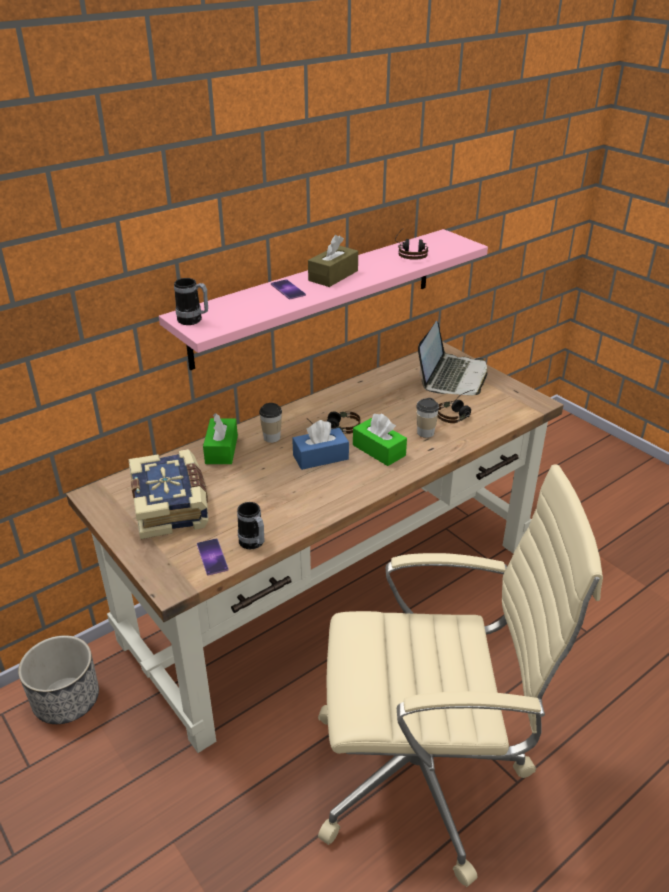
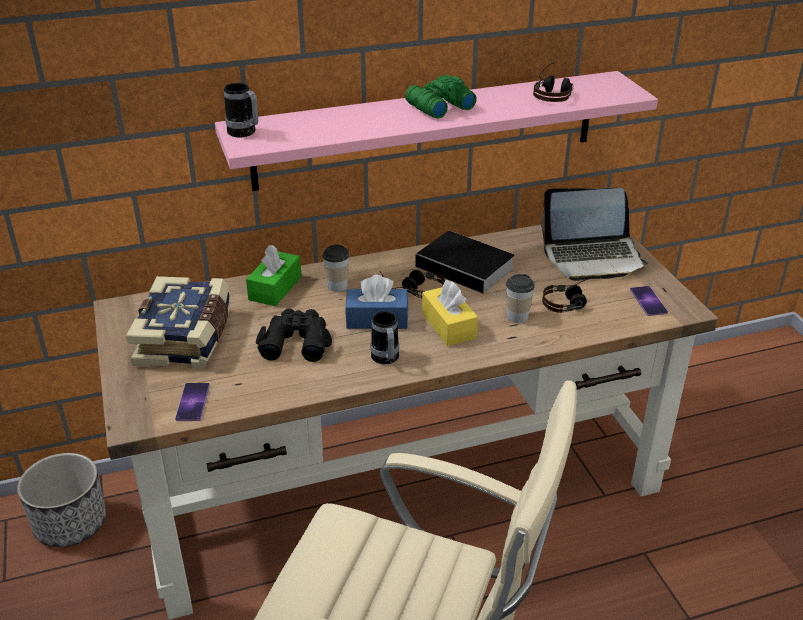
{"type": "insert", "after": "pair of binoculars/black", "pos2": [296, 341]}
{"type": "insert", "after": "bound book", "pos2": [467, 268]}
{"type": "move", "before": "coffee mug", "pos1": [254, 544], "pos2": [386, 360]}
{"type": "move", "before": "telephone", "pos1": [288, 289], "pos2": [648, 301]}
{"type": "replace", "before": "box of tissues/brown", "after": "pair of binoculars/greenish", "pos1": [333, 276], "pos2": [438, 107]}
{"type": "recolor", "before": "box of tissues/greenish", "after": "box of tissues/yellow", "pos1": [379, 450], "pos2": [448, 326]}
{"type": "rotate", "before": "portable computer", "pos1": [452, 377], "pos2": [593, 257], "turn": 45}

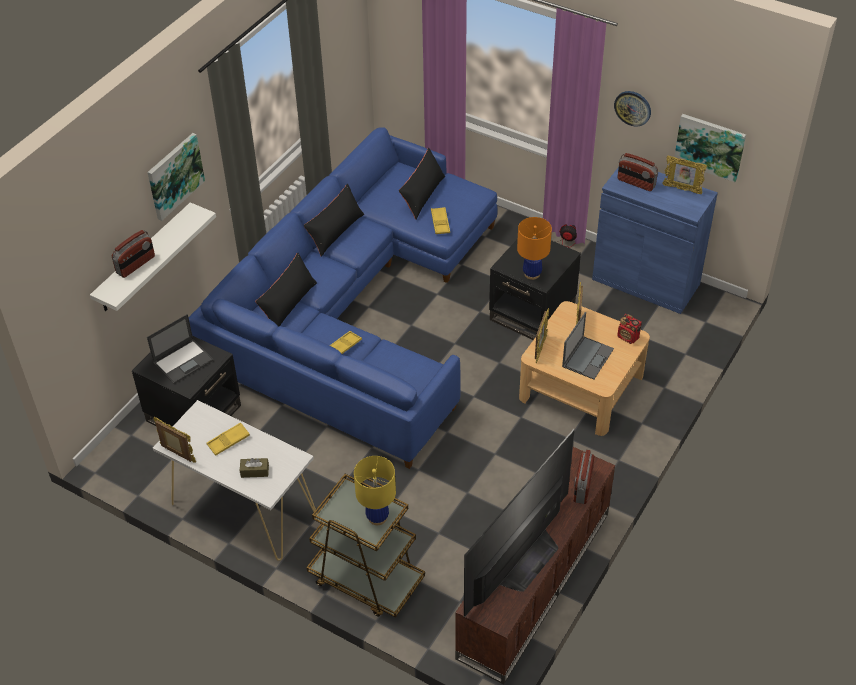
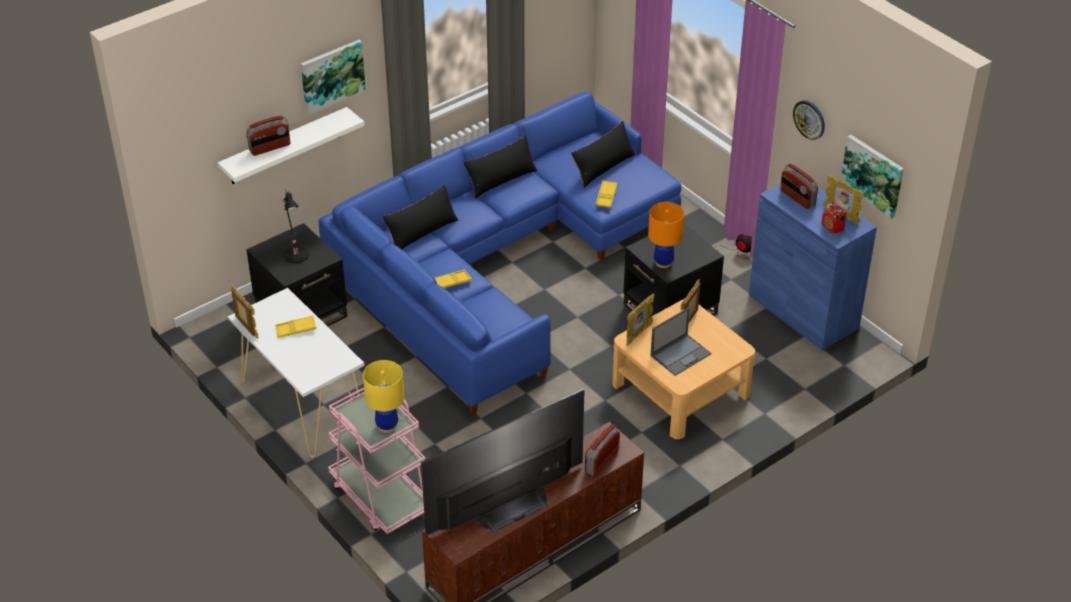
{"type": "delete", "before": "box of tissues/brown", "pos1": [255, 471]}
{"type": "move", "before": "radio receiver", "pos1": [628, 337], "pos2": [832, 228]}
{"type": "replace", "before": "portable computer", "after": "table lamp/black", "pos1": [183, 361], "pos2": [295, 253]}
{"type": "recolor", "before": "trolley/brown", "after": "trolley/pink", "pos1": [366, 579], "pos2": [381, 497]}

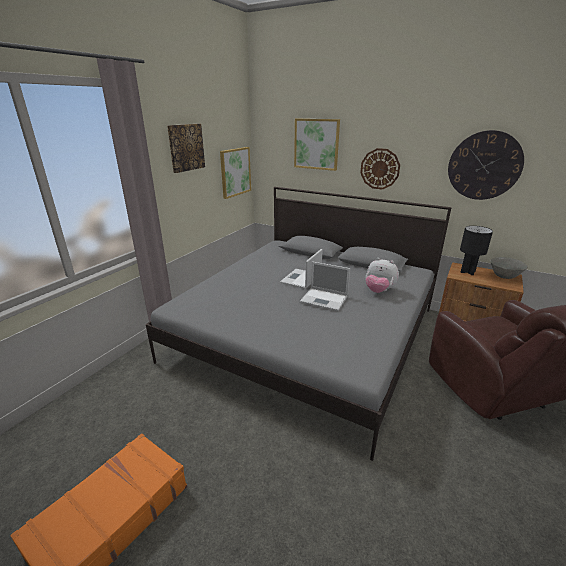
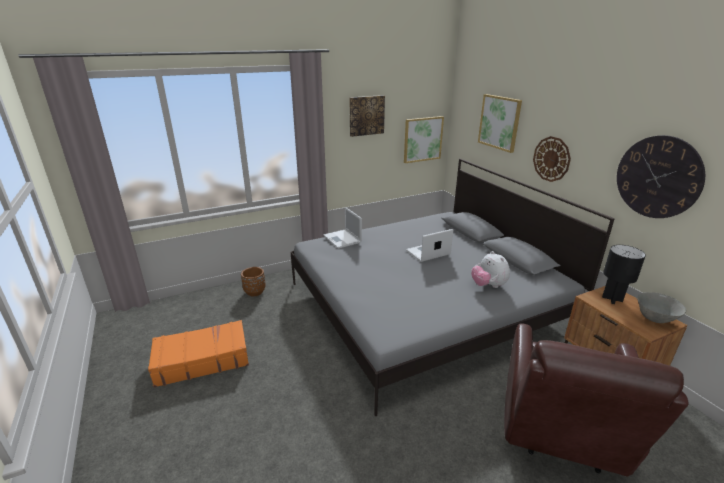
{"type": "insert", "after": "flower pot/brown", "pos2": [255, 292]}
{"type": "move", "before": "portable computer", "pos1": [325, 299], "pos2": [342, 239]}

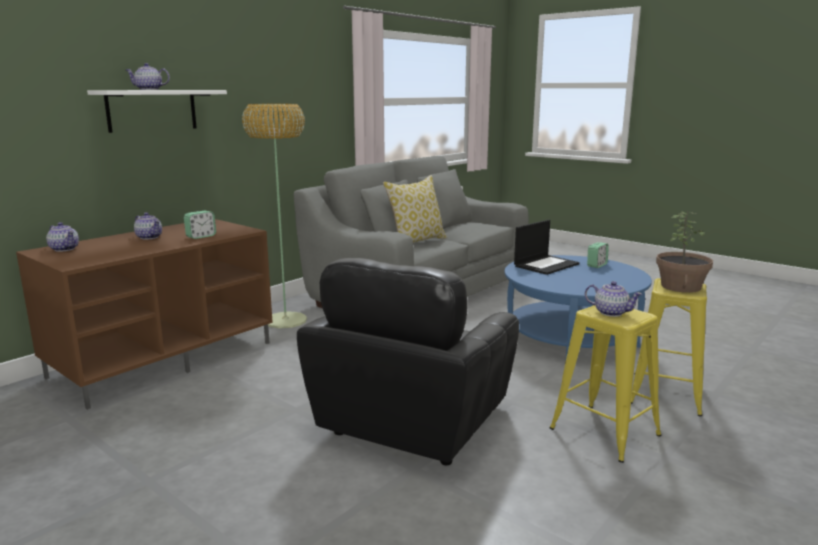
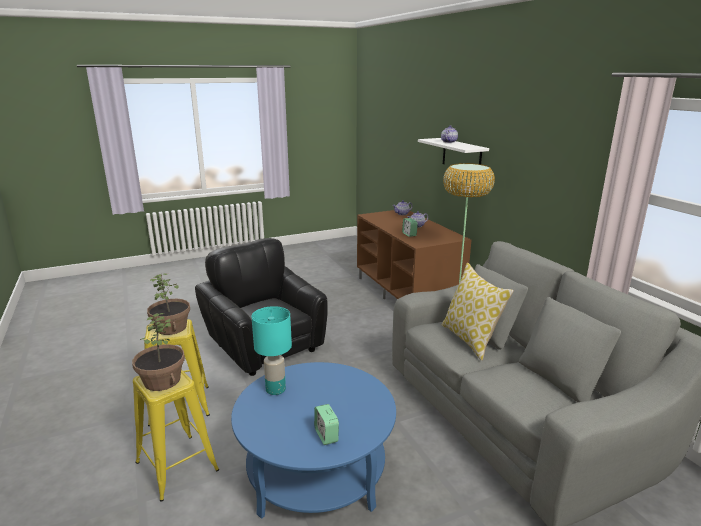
{"type": "delete", "before": "portable computer", "pos1": [546, 265]}
{"type": "insert", "after": "table lamp/turquoise", "pos2": [276, 389]}
{"type": "replace", "before": "pot for tea", "after": "potted plant", "pos1": [610, 312], "pos2": [172, 327]}

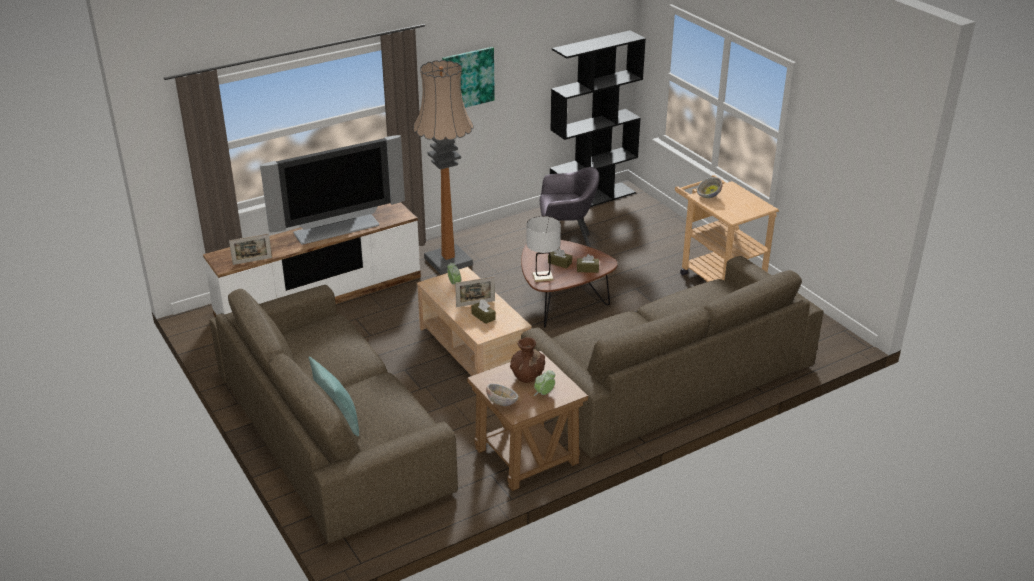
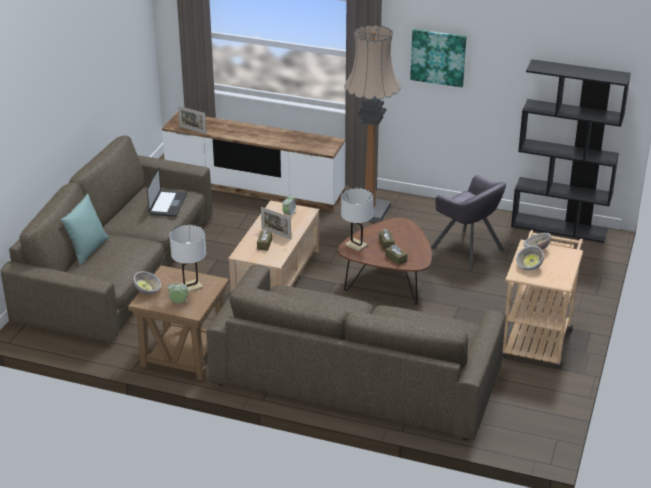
{"type": "delete", "before": "TV set", "pos1": [337, 229]}
{"type": "insert", "after": "portable computer", "pos2": [168, 204]}
{"type": "insert", "after": "bowl", "pos2": [529, 267]}
{"type": "replace", "before": "flower vase/brown", "after": "table lamp/whitish", "pos1": [527, 376], "pos2": [191, 287]}

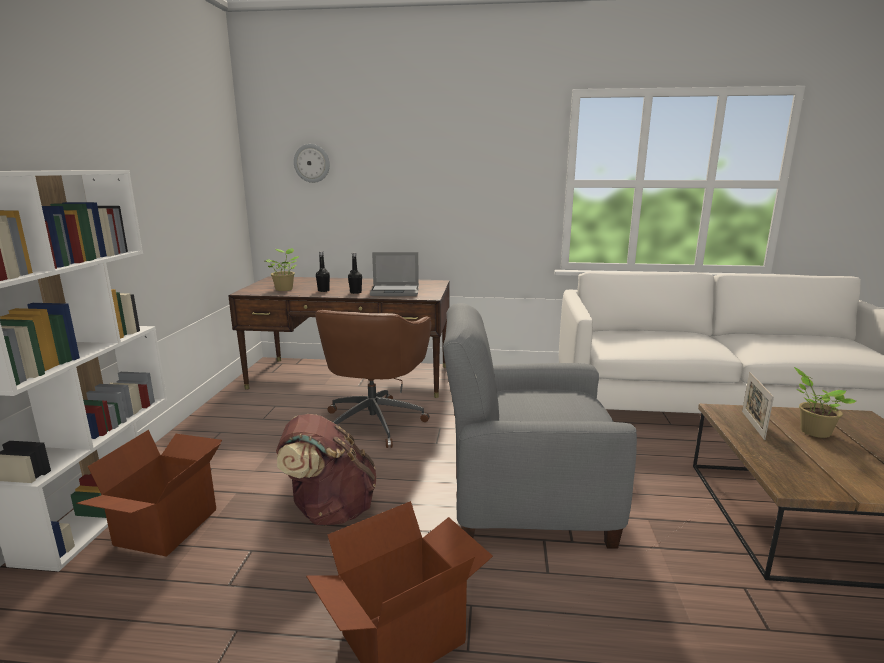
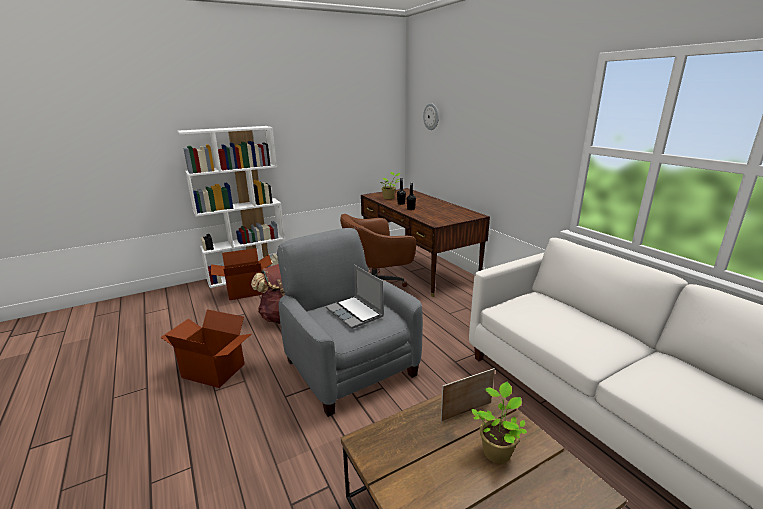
{"type": "move", "before": "portable computer", "pos1": [395, 292], "pos2": [355, 313]}

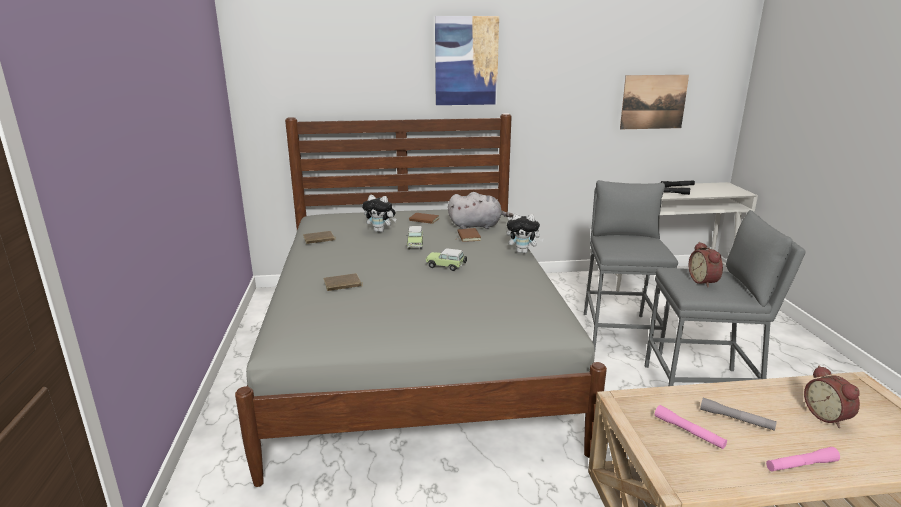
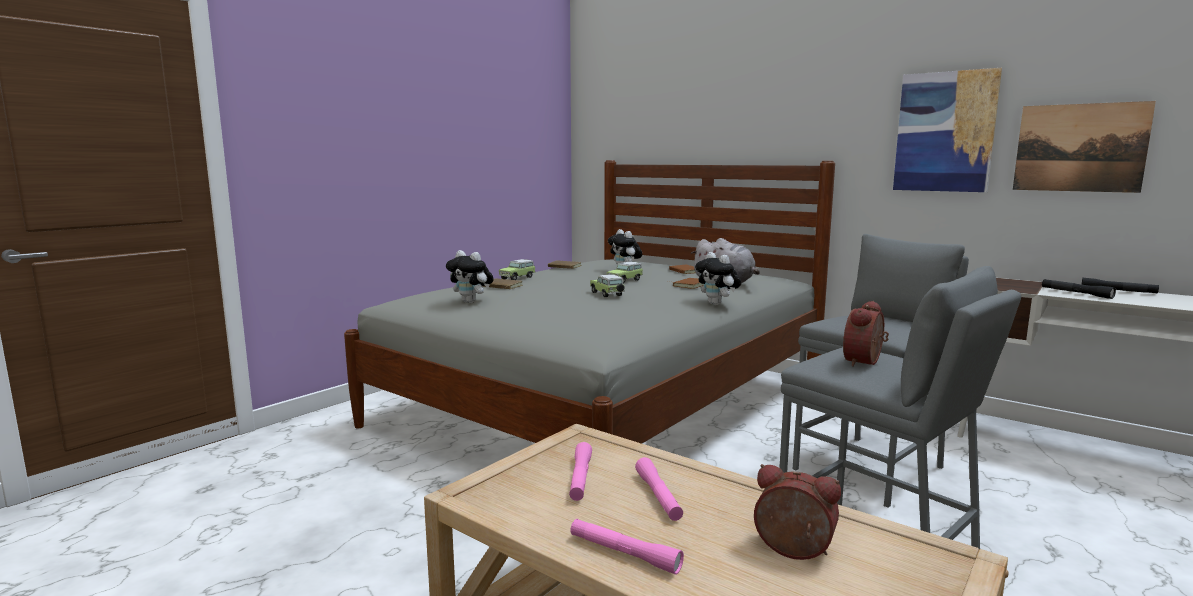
{"type": "insert", "after": "soft toy", "pos2": [471, 302]}
{"type": "insert", "after": "model car", "pos2": [518, 278]}
{"type": "move", "before": "wall art", "pos1": [466, 61], "pos2": [945, 132]}
{"type": "recolor", "before": "hand torch/greyish", "after": "hand torch/pink", "pos1": [736, 419], "pos2": [658, 496]}
{"type": "rotate", "before": "bedside clock", "pos1": [828, 416], "pos2": [792, 551], "turn": 90}

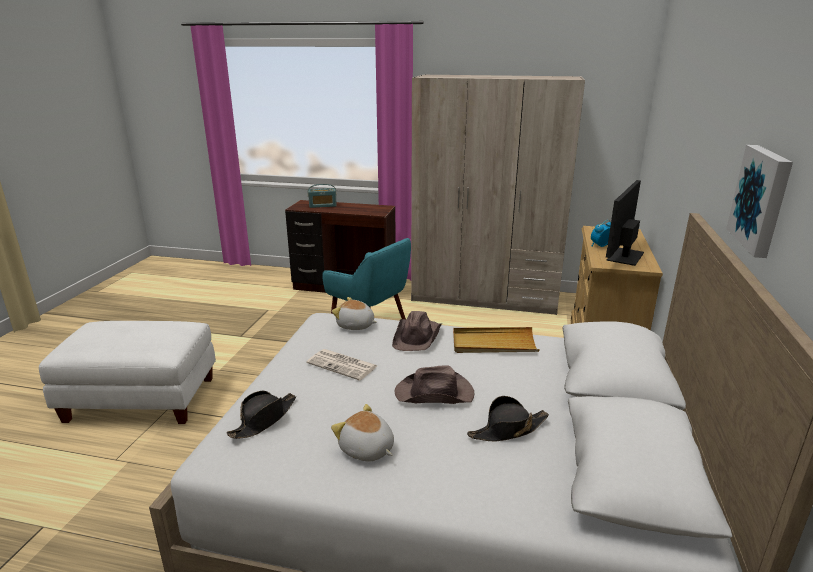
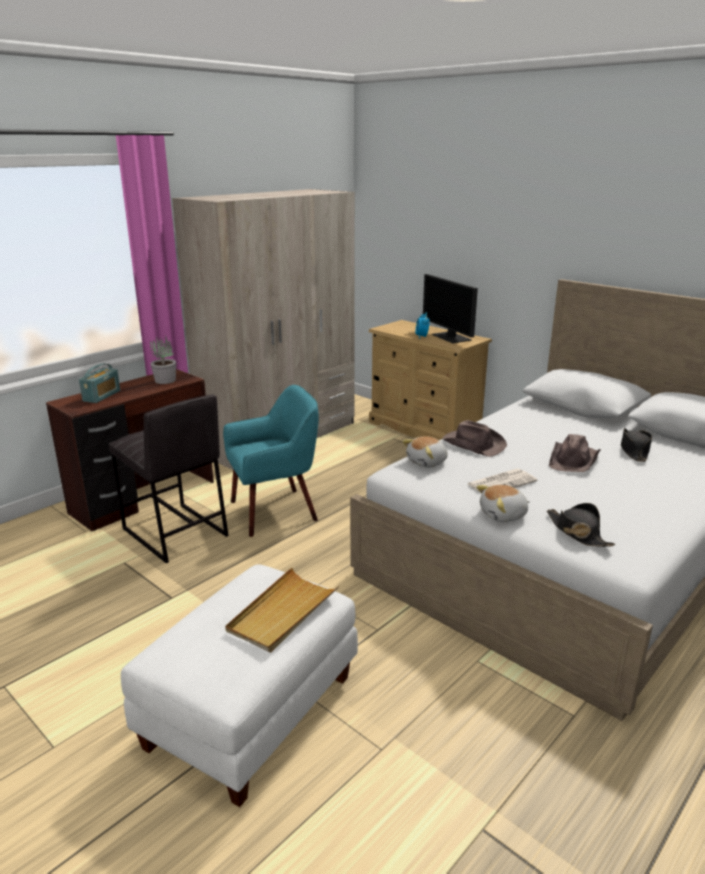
{"type": "delete", "before": "wall art", "pos1": [762, 199]}
{"type": "insert", "after": "stool/greyish", "pos2": [174, 533]}
{"type": "insert", "after": "potted plant", "pos2": [165, 380]}
{"type": "move", "before": "soft toy", "pos1": [366, 450], "pos2": [503, 515]}
{"type": "move", "before": "carrying tray/beige", "pos1": [493, 343], "pos2": [282, 612]}

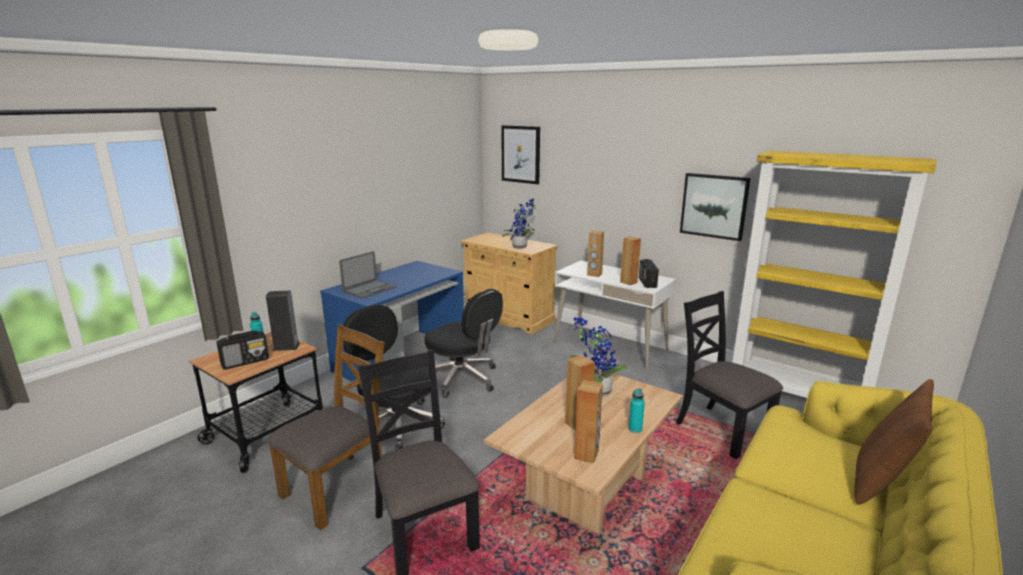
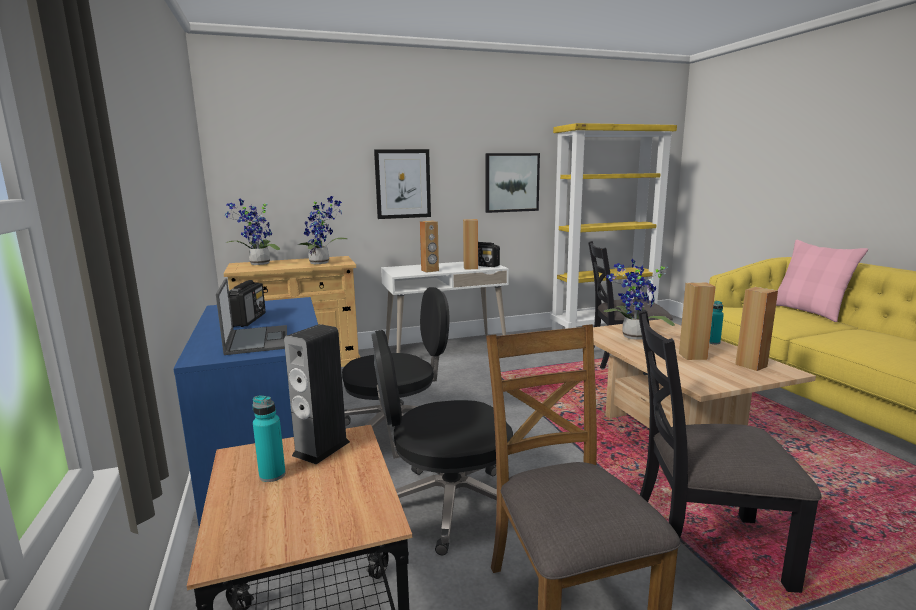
{"type": "insert", "after": "potted plant", "pos2": [258, 264]}
{"type": "move", "before": "radio receiver", "pos1": [246, 362], "pos2": [247, 320]}
{"type": "move", "before": "wall art", "pos1": [521, 154], "pos2": [402, 184]}
{"type": "recolor", "before": "pillow/brown", "after": "pillow/pink", "pos1": [881, 481], "pos2": [808, 312]}

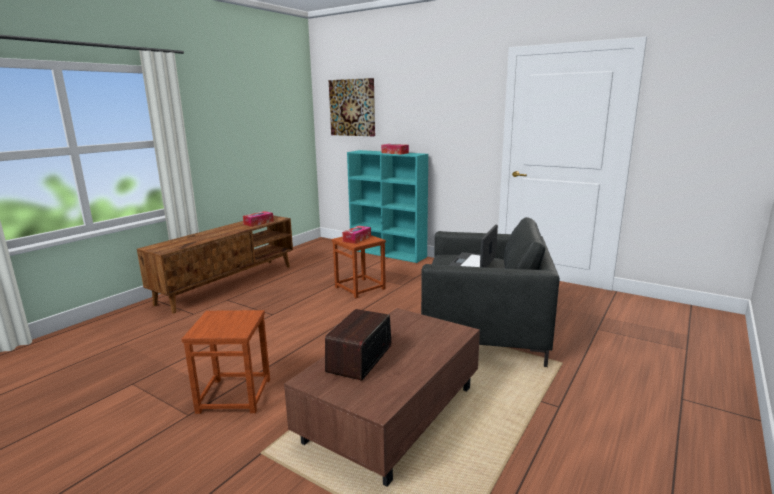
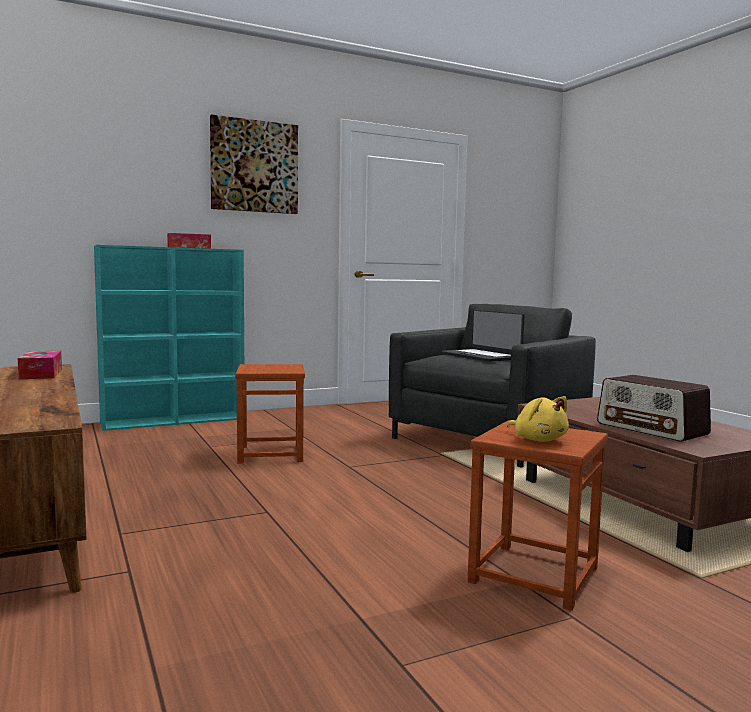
{"type": "delete", "before": "box of tissues", "pos1": [357, 239]}
{"type": "insert", "after": "soft toy/yellow", "pos2": [538, 439]}
{"type": "move", "before": "wall art", "pos1": [352, 107], "pos2": [254, 166]}

